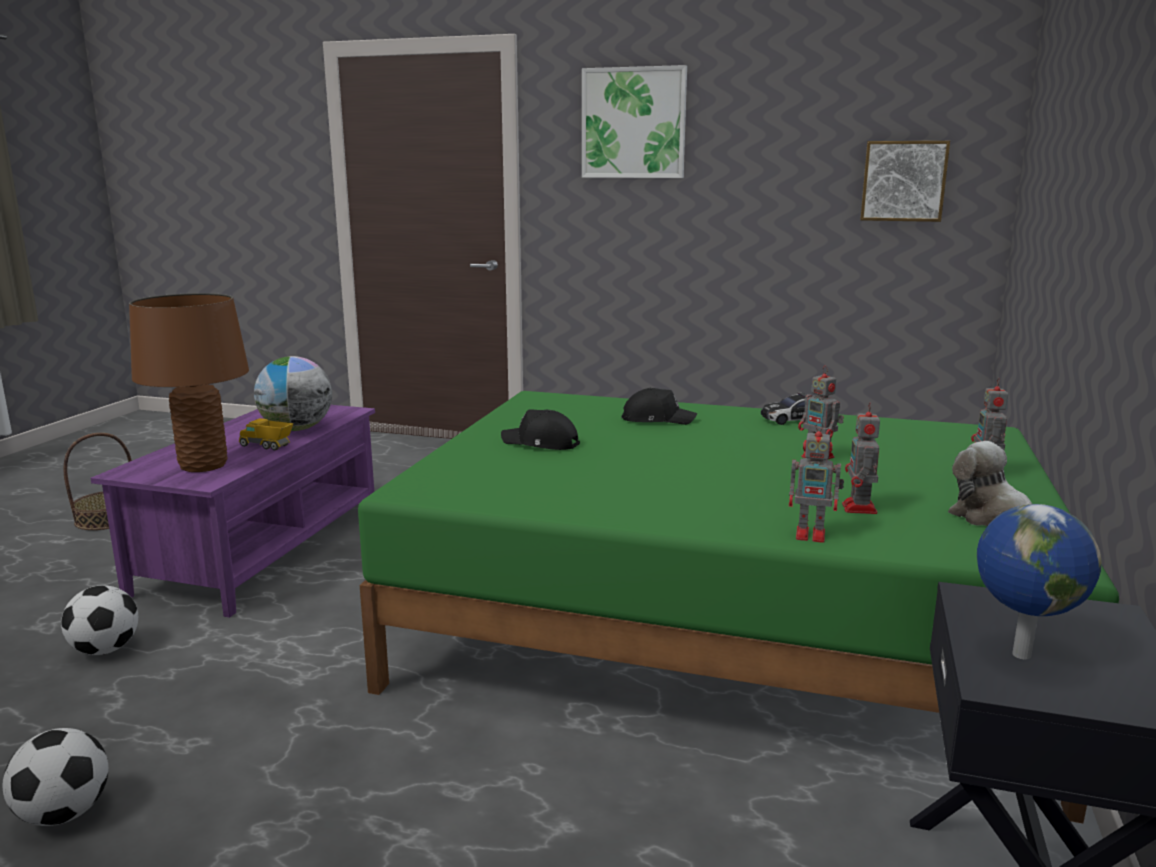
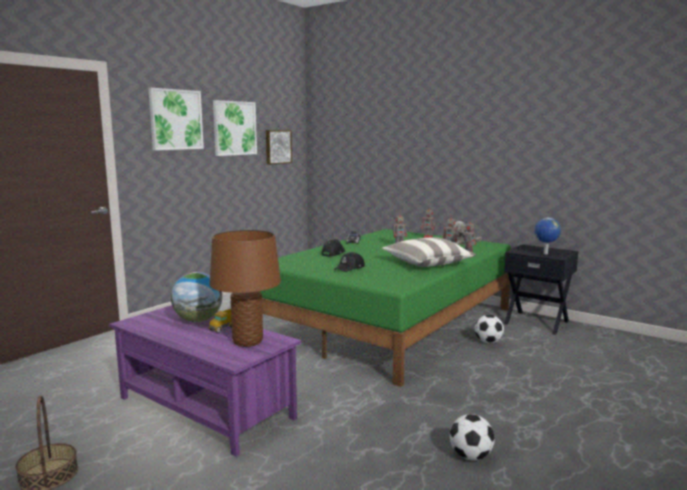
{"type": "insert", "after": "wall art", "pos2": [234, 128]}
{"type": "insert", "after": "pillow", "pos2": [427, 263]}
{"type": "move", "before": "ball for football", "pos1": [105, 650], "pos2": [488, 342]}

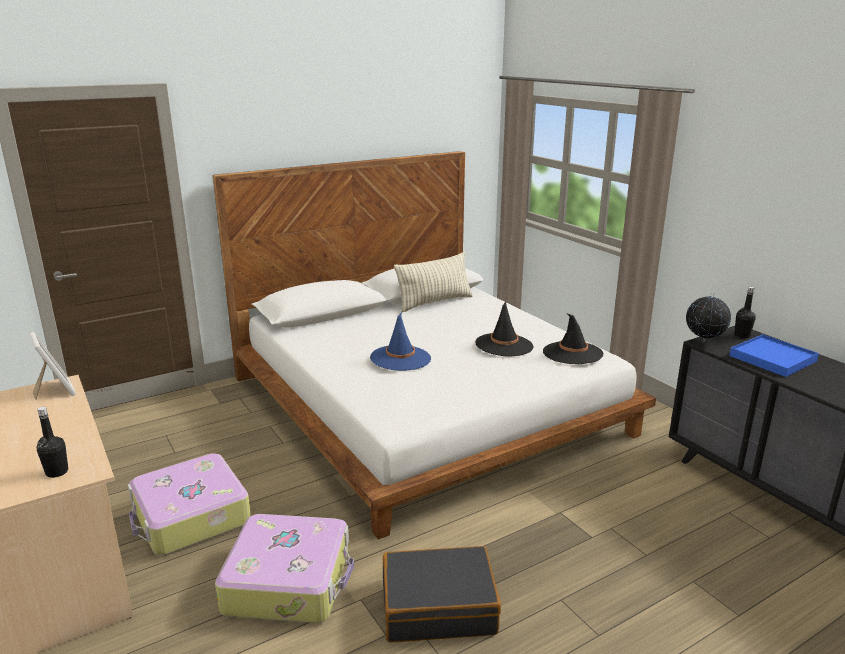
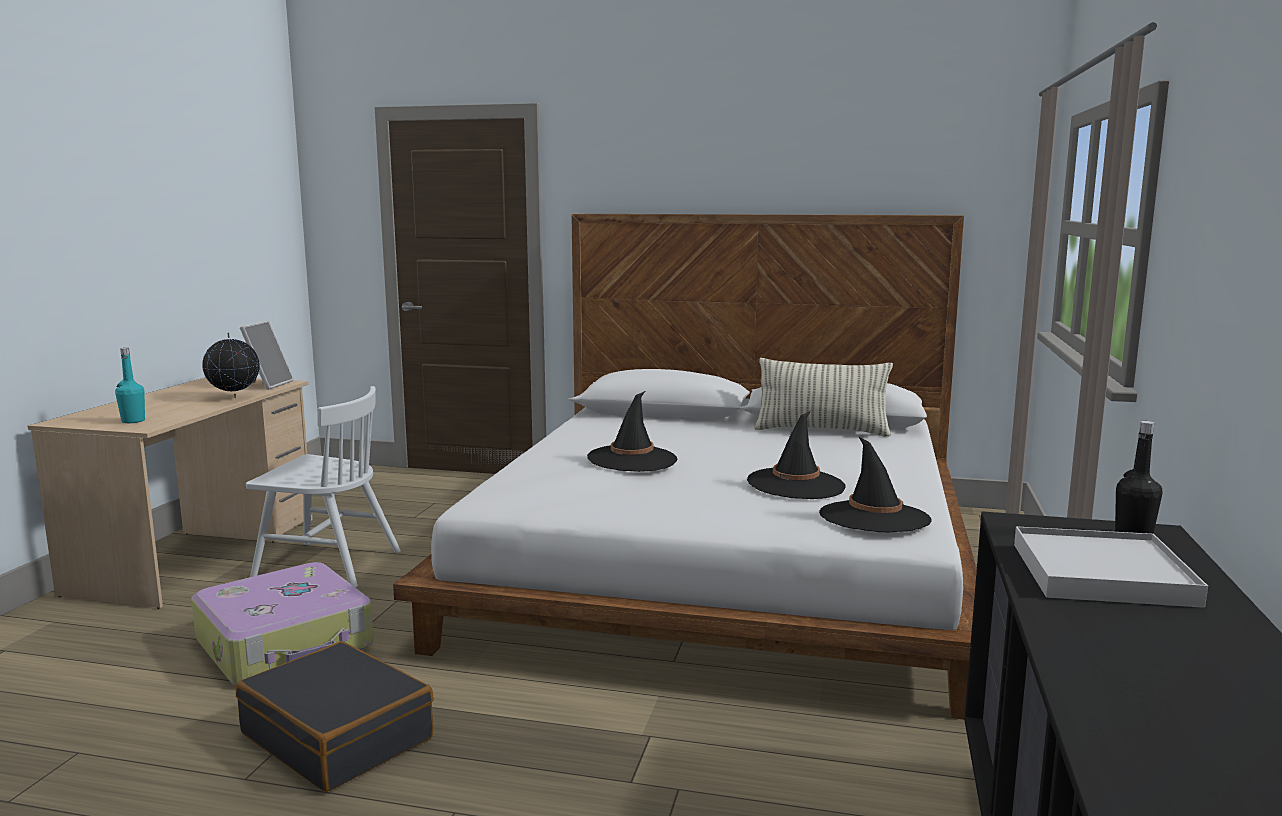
{"type": "move", "before": "desk globe", "pos1": [704, 342], "pos2": [234, 398]}
{"type": "replace", "before": "piece of luggage", "after": "upright chair/whitish", "pos1": [190, 517], "pos2": [327, 565]}
{"type": "recolor", "before": "drink bottle/black", "after": "drink bottle/turquoise", "pos1": [57, 472], "pos2": [133, 421]}
{"type": "recolor", "before": "wearable hat/bluish", "after": "wearable hat/black", "pos1": [400, 358], "pos2": [632, 459]}
{"type": "recolor", "before": "carrying tray/bluish", "after": "carrying tray/whitish", "pos1": [772, 358], "pos2": [1102, 574]}

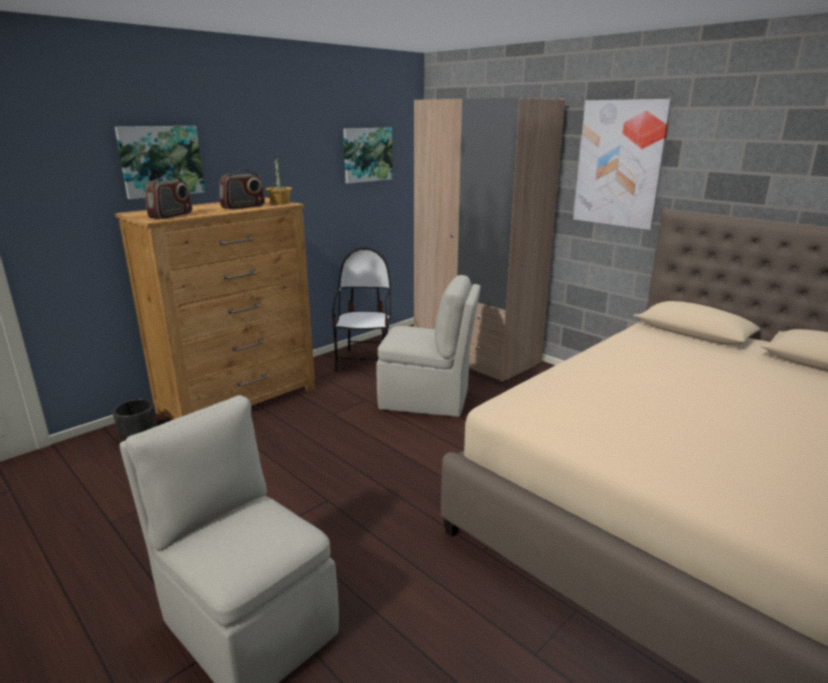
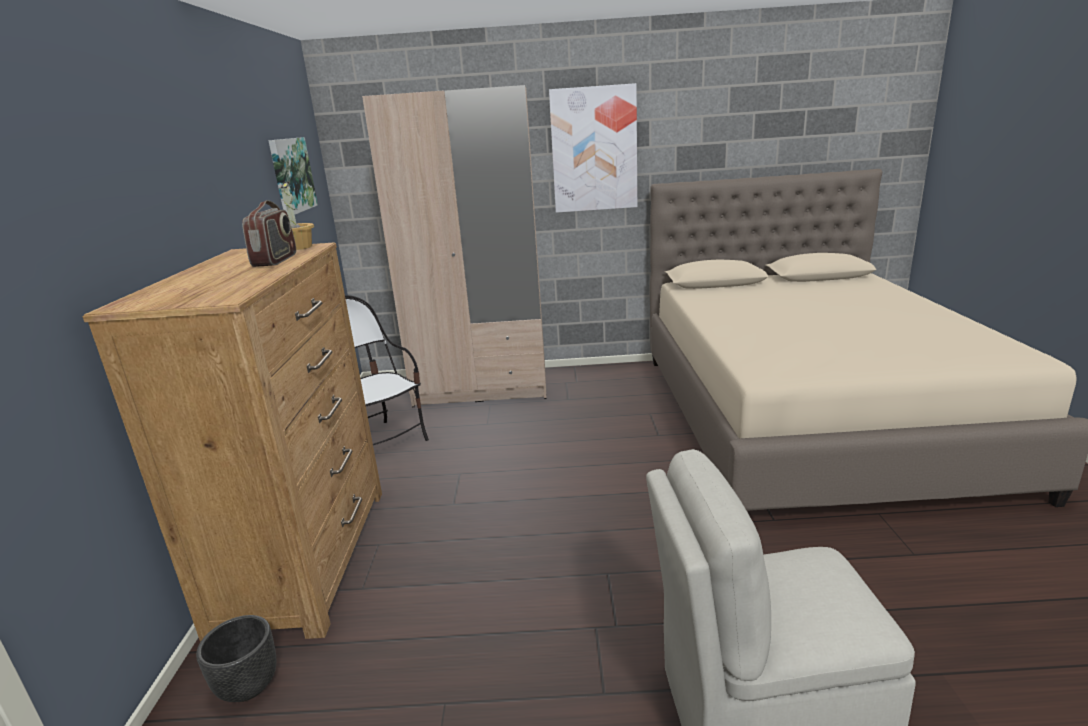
{"type": "delete", "before": "wall art", "pos1": [161, 161]}
{"type": "delete", "before": "radio receiver", "pos1": [171, 216]}
{"type": "delete", "before": "upright chair/beige", "pos1": [427, 399]}

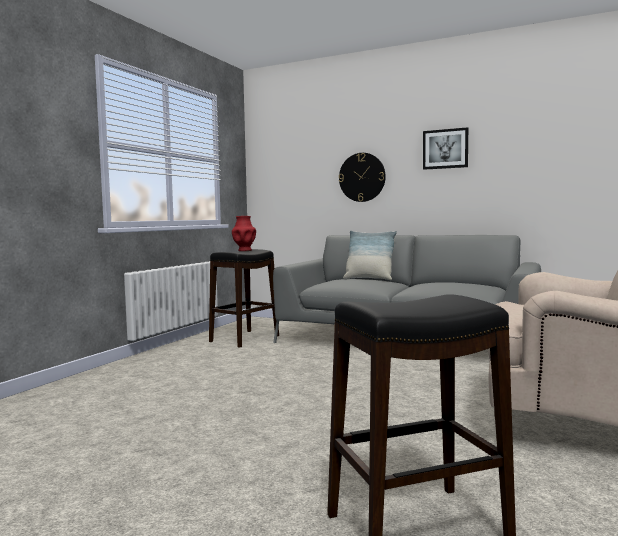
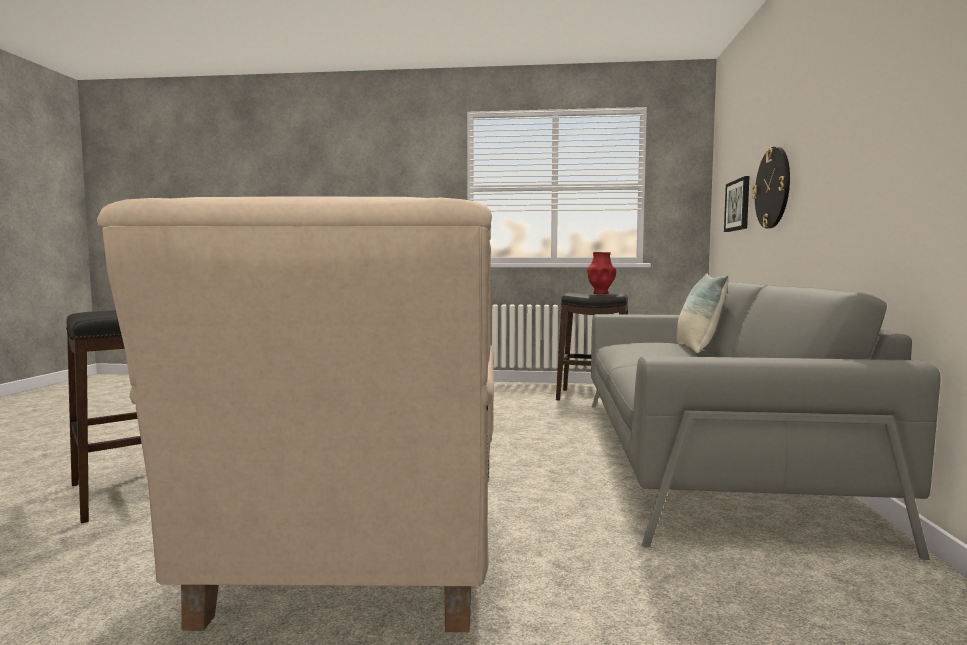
{"type": "move", "before": "wall art", "pos1": [445, 149], "pos2": [738, 205]}

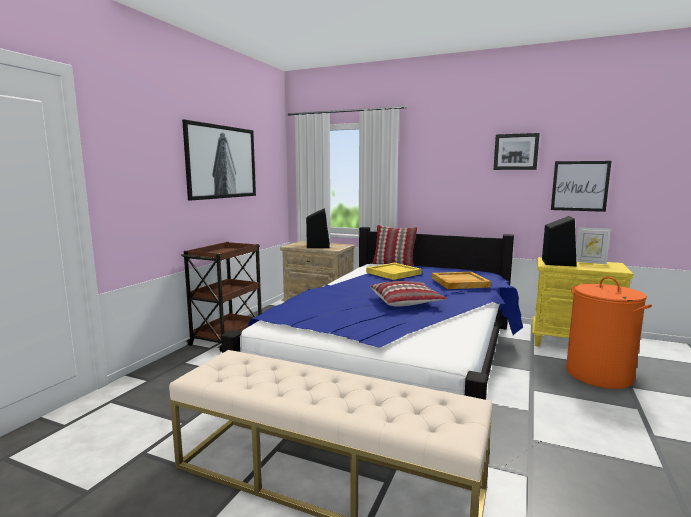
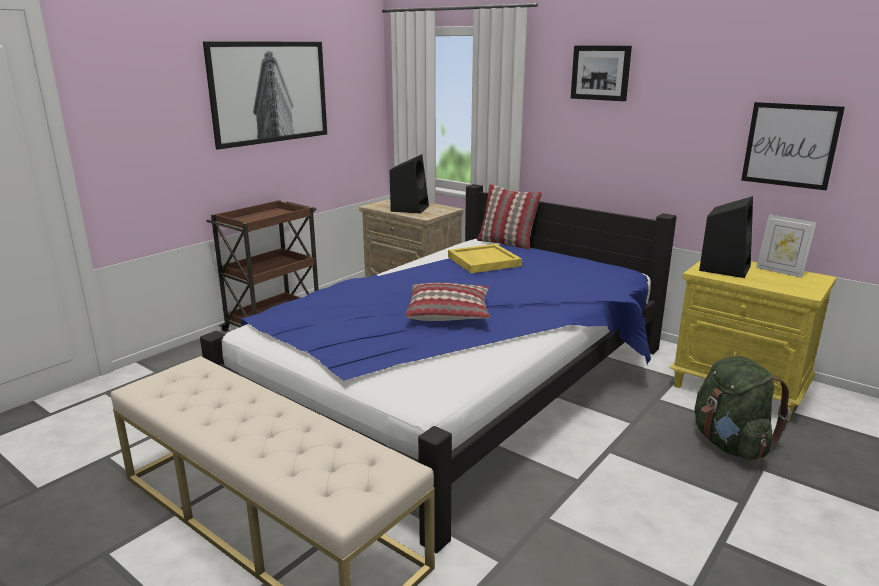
{"type": "delete", "before": "carrying tray/beige", "pos1": [459, 283]}
{"type": "move", "before": "wall art", "pos1": [516, 152], "pos2": [600, 72]}
{"type": "replace", "before": "hamper/orangey", "after": "rucksack/greenish", "pos1": [599, 375], "pos2": [730, 444]}

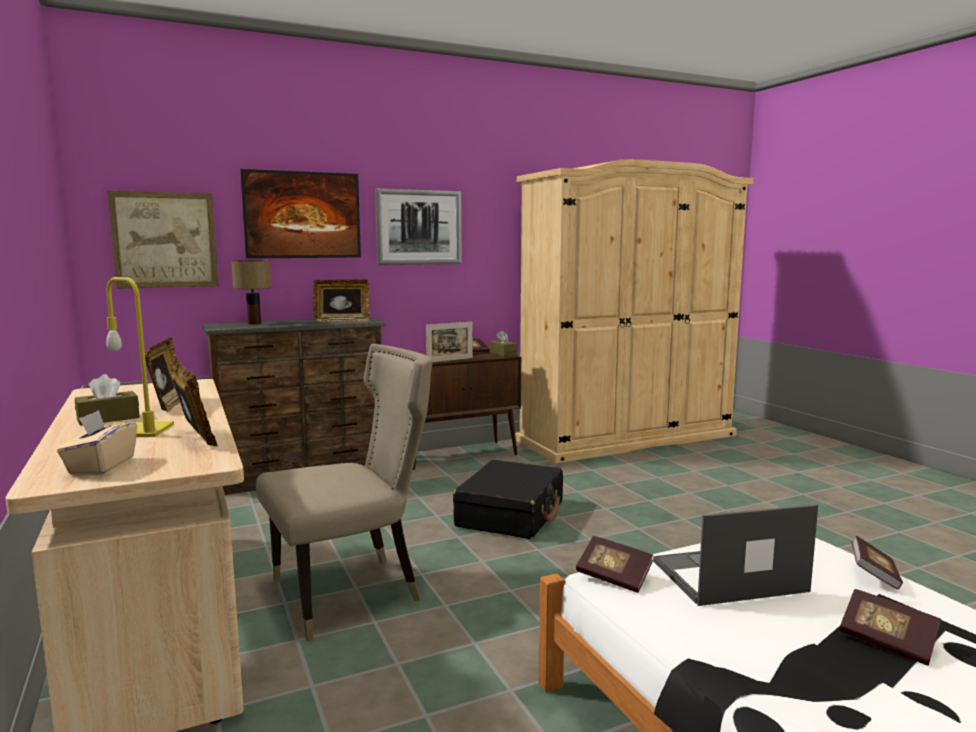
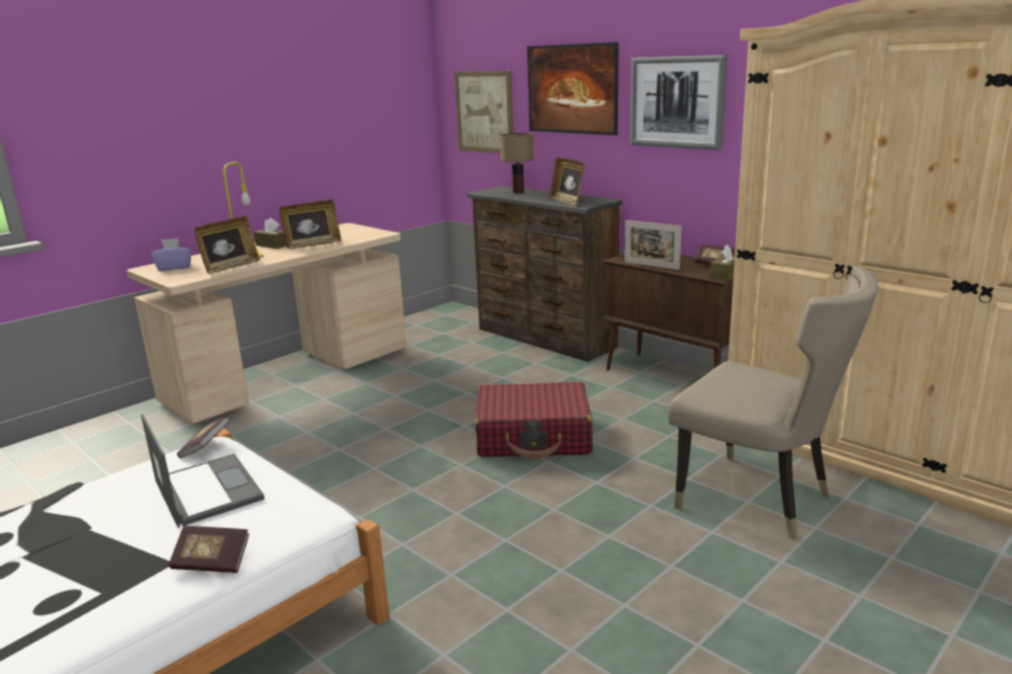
{"type": "delete", "before": "bound book", "pos1": [887, 642]}
{"type": "move", "before": "upright chair/beige", "pos1": [352, 592], "pos2": [760, 500]}
{"type": "recolor", "before": "box of tissues/beige", "after": "box of tissues/purplish", "pos1": [101, 466], "pos2": [174, 267]}
{"type": "recolor", "before": "piece of luggage/black", "after": "piece of luggage/reddish", "pos1": [511, 514], "pos2": [534, 436]}

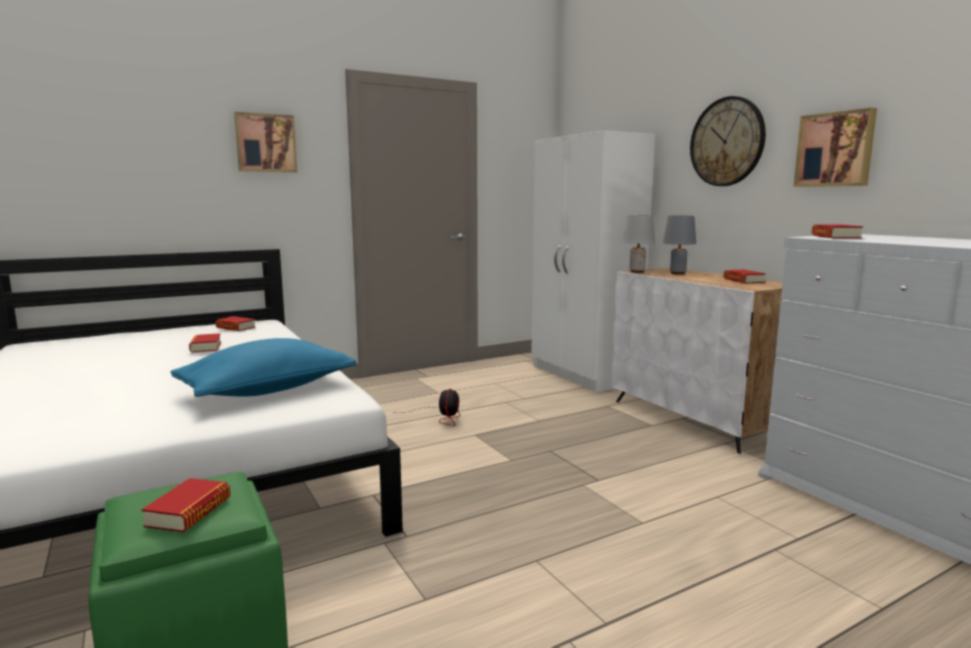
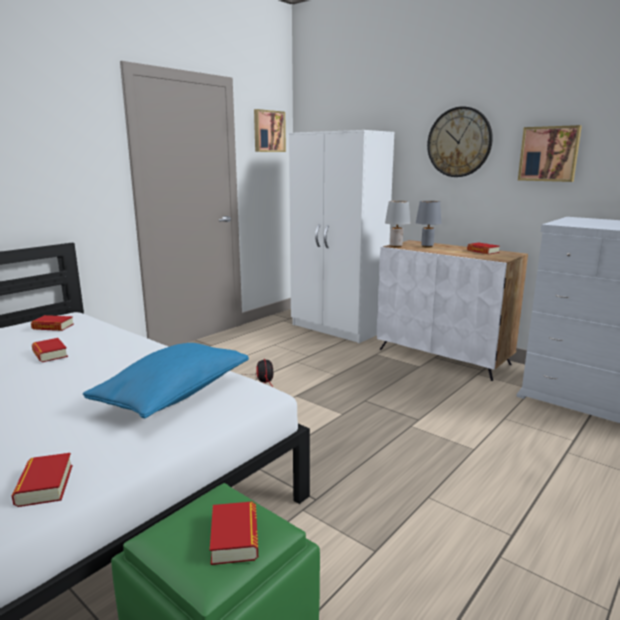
{"type": "move", "before": "wall art", "pos1": [266, 143], "pos2": [268, 131]}
{"type": "move", "before": "bound book", "pos1": [835, 237], "pos2": [45, 485]}

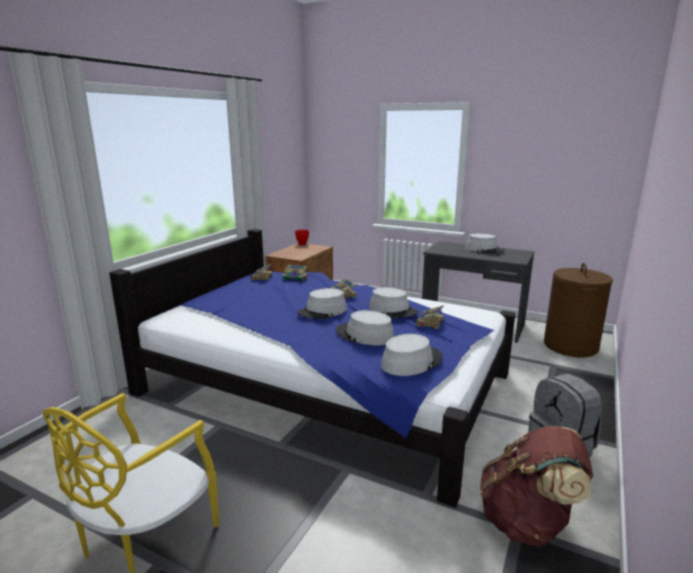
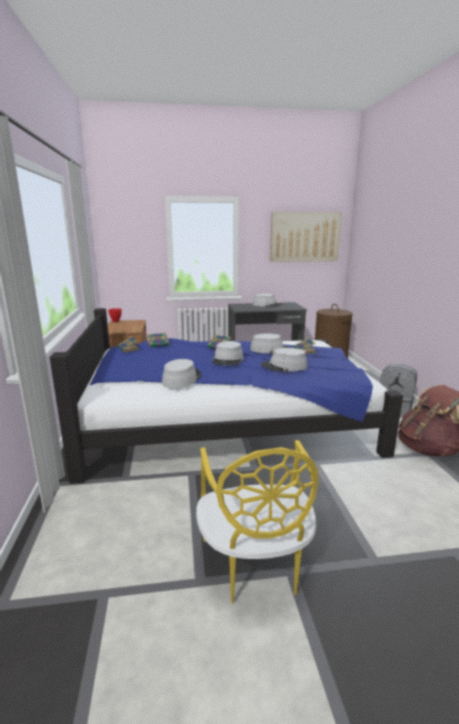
{"type": "insert", "after": "wall art", "pos2": [305, 237]}
{"type": "move", "before": "wearable hat/greyish", "pos1": [411, 361], "pos2": [181, 379]}

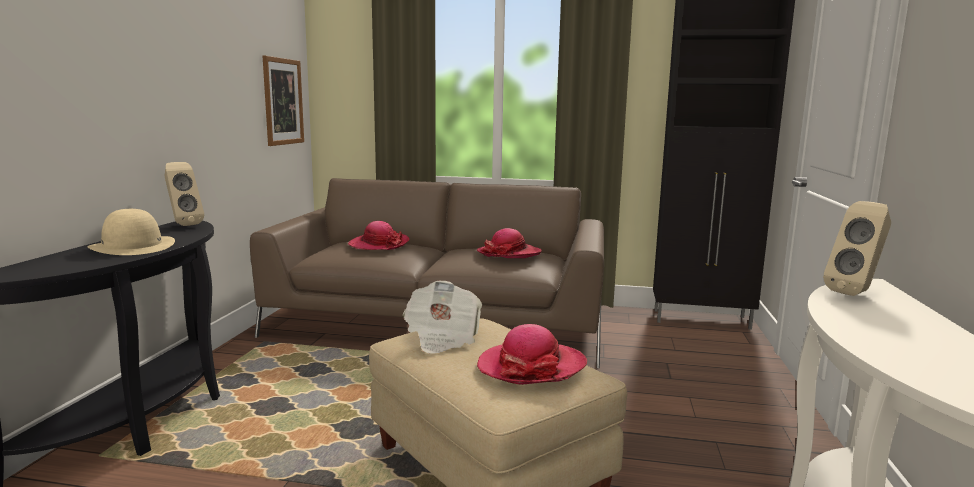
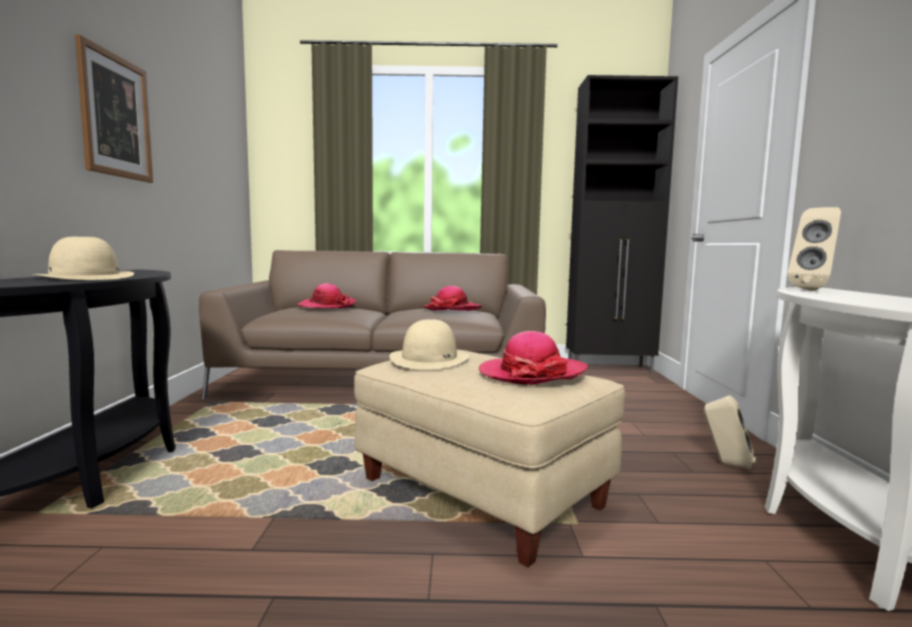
{"type": "move", "before": "loudspeaker/beige", "pos1": [183, 225], "pos2": [726, 464]}
{"type": "move", "before": "wall art", "pos1": [283, 101], "pos2": [116, 116]}
{"type": "replace", "before": "printed paper", "after": "wearable hat/beige", "pos1": [442, 337], "pos2": [429, 359]}

